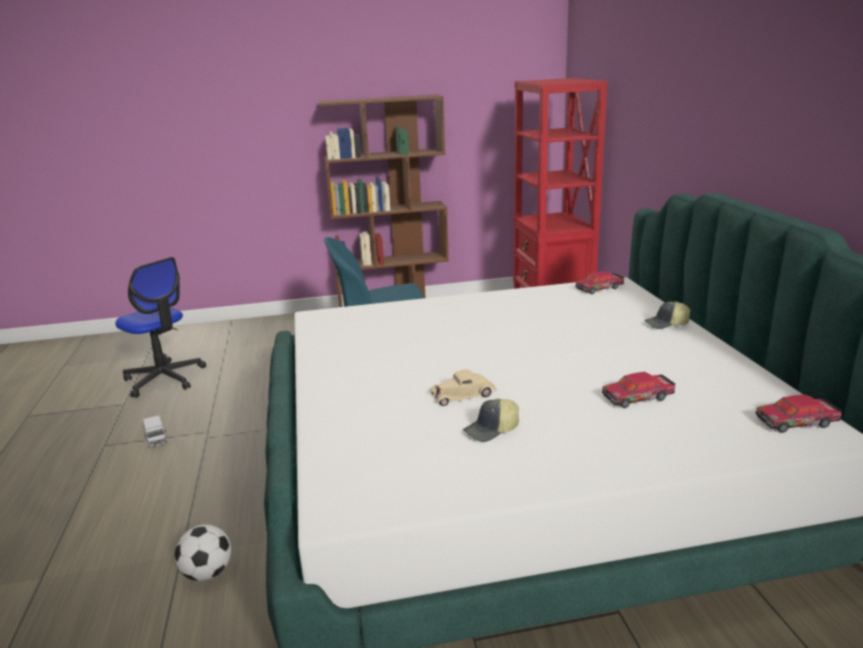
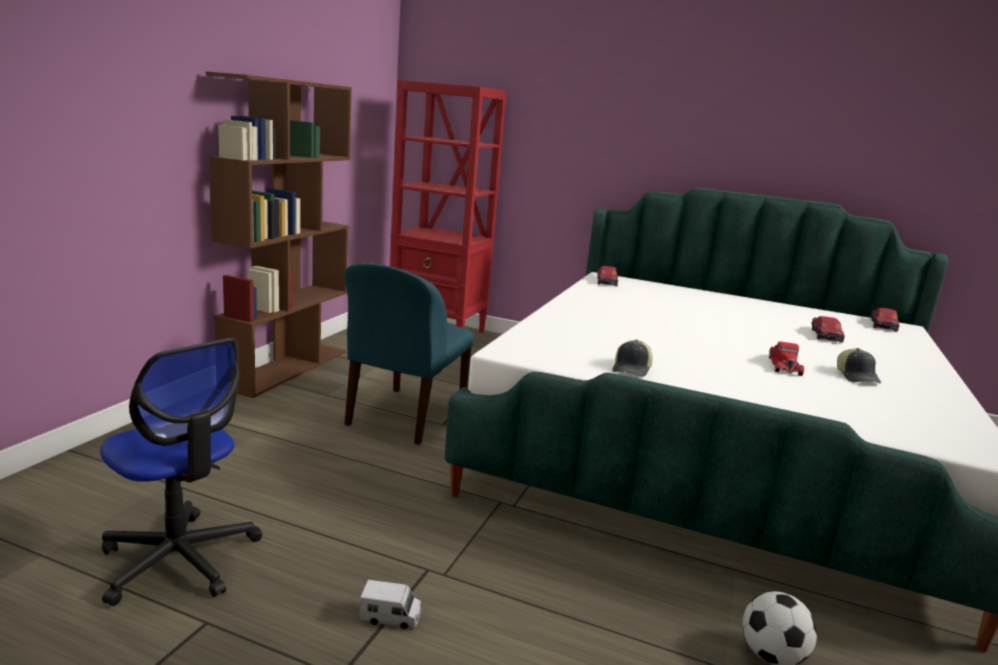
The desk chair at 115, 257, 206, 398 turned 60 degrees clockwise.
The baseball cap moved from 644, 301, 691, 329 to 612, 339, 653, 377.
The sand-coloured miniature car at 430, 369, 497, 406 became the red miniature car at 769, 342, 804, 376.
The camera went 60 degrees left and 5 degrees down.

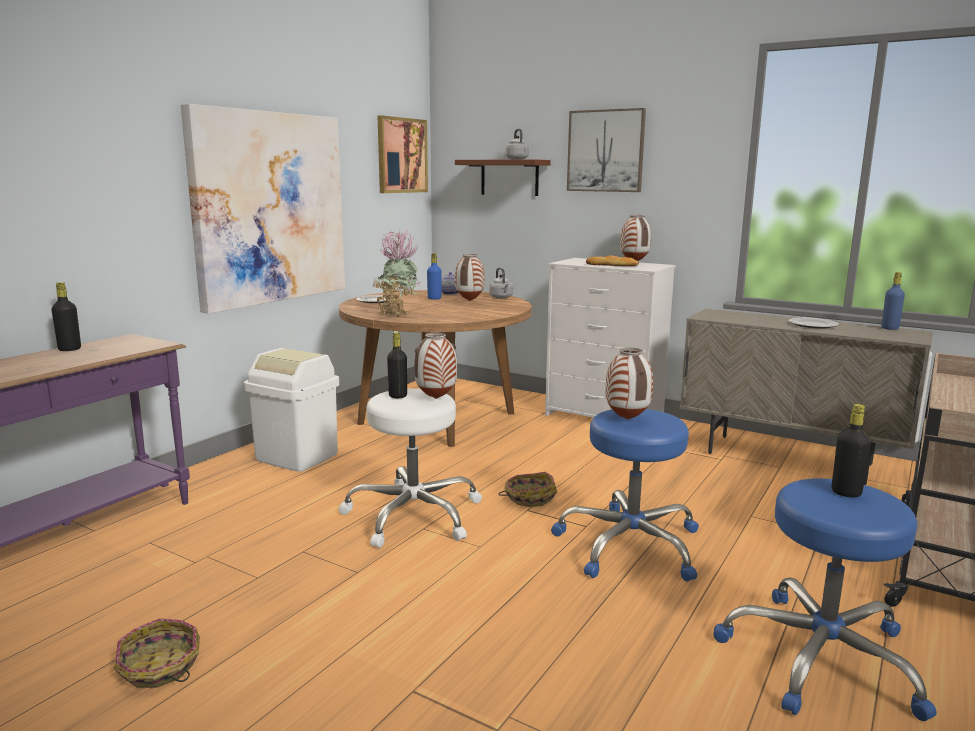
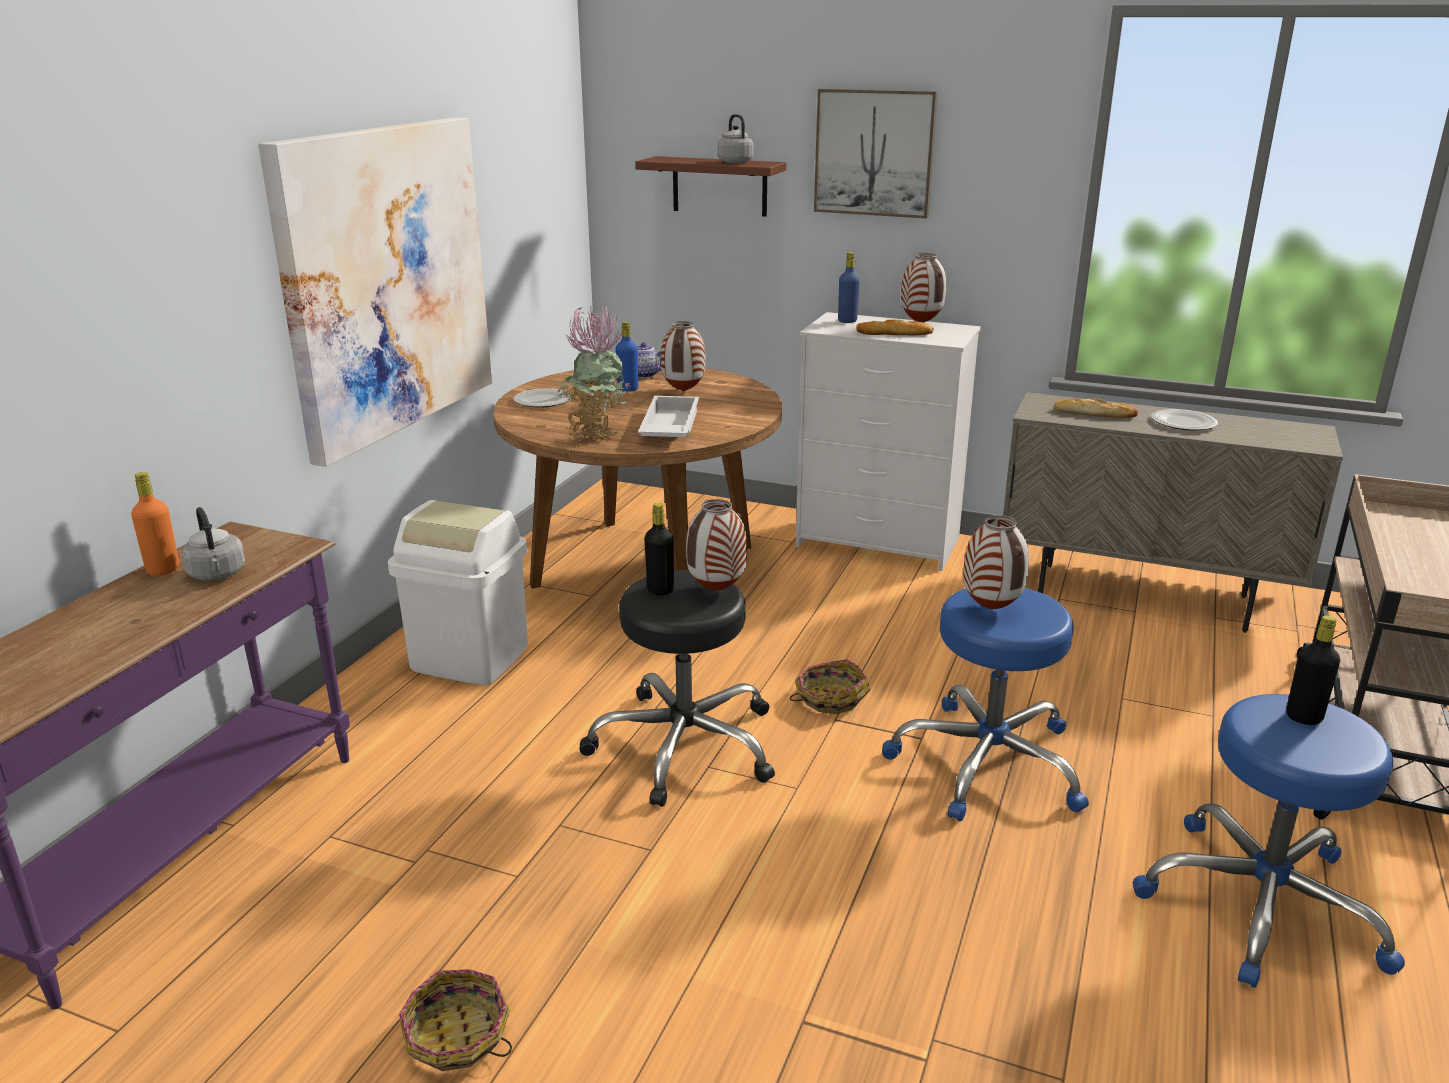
The black bottle at 51, 282, 81, 351 became the orange-coloured bottle at 131, 472, 179, 576.
The grey tea kettle moved from 489, 268, 513, 298 to 182, 507, 245, 581.
The white-coloured sitting stool at 338, 388, 482, 548 became the black sitting stool at 579, 570, 775, 807.
The white-coloured tray at 638, 396, 699, 437 appeared.
The bluish bottle moved from 881, 272, 905, 330 to 838, 252, 860, 323.
The baked bread at 1054, 398, 1138, 418 appeared.
The wall picture at 378, 115, 428, 193 disappeared.
The camera went 10 degrees left and 10 degrees up.

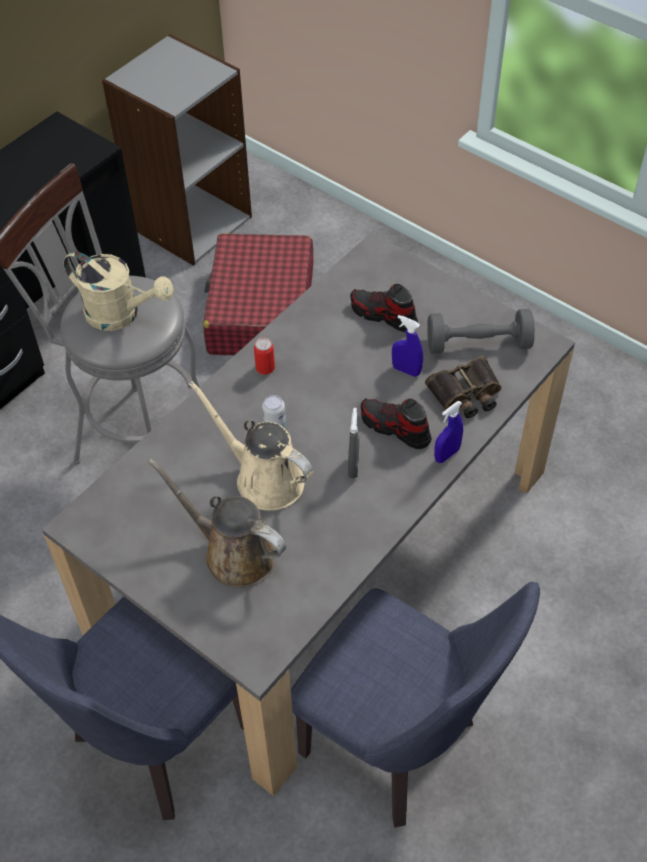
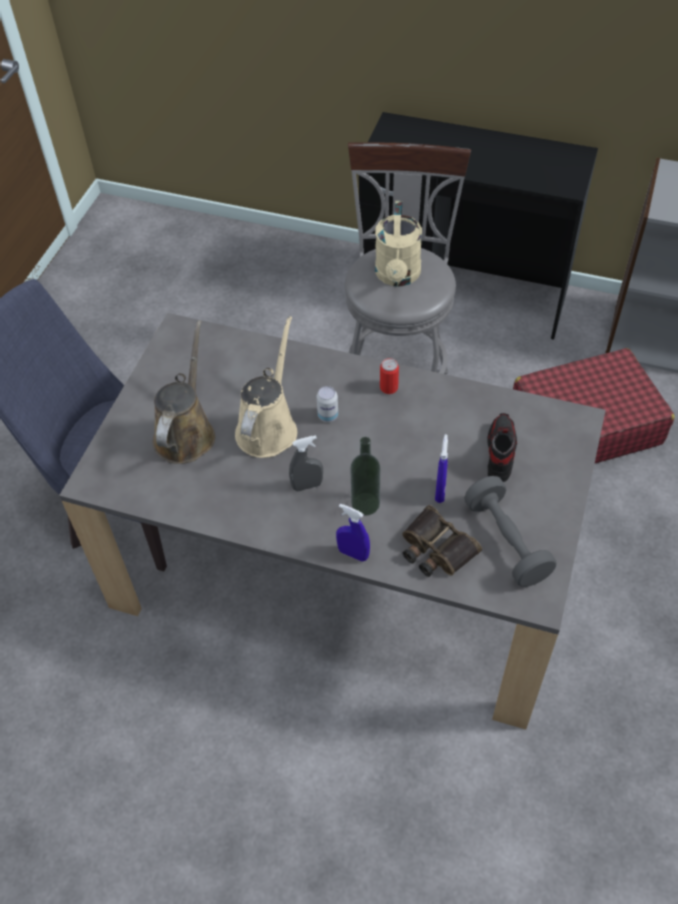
The shoe at 361, 398, 432, 449 was replaced by the bottle at 350, 437, 380, 516.
The bluish chair at 291, 582, 540, 828 disappeared.
The camera went 70 degrees right and 0 degrees up.

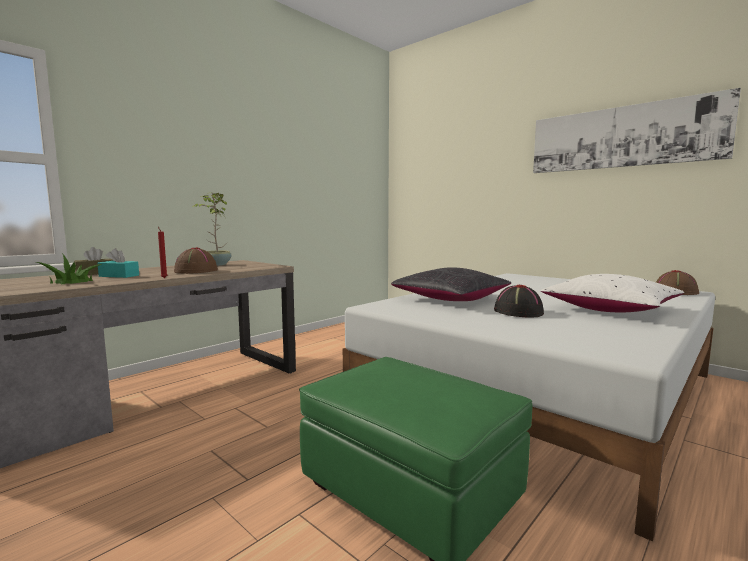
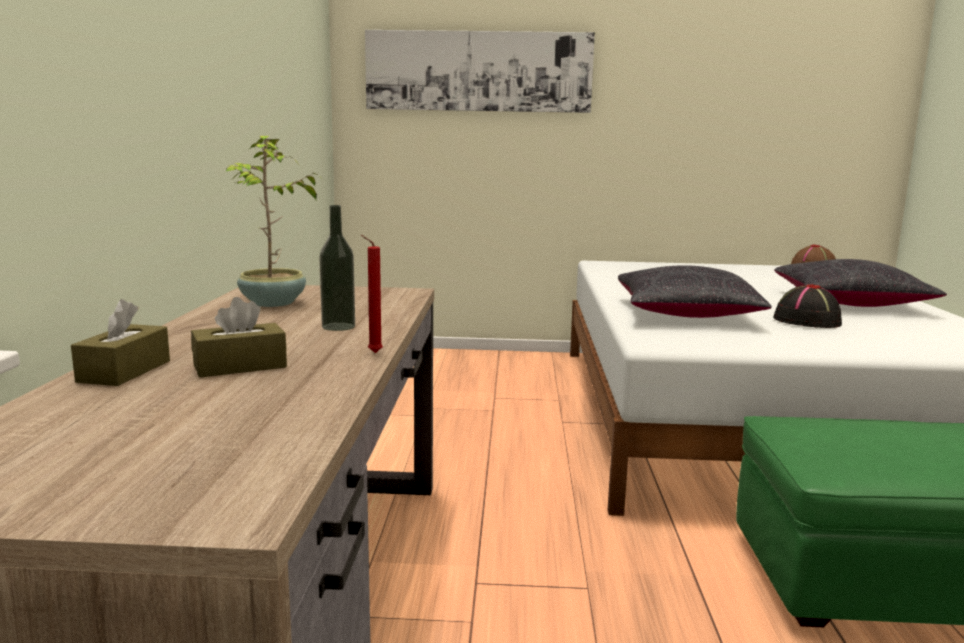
The blue-green tissue holder at 97, 248, 139, 278 became the brown tissue holder at 191, 297, 287, 378.
The brown wearable hat at 174, 247, 218, 274 was replaced by the bottle at 319, 205, 355, 331.
The wall picture moved from 533, 88, 741, 173 to 365, 30, 595, 113.
The white-coloured pillow at 541, 274, 684, 312 became the black pillow at 774, 259, 947, 307.
The houseplant at 36, 253, 102, 284 disappeared.
The camera went 40 degrees left and 5 degrees up.

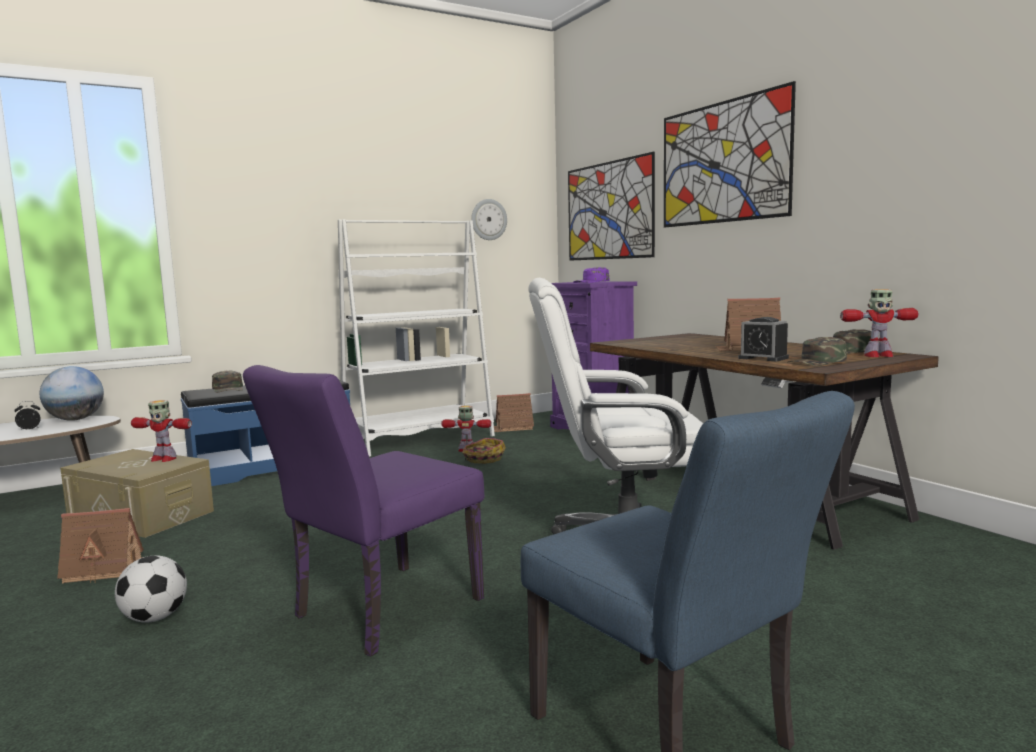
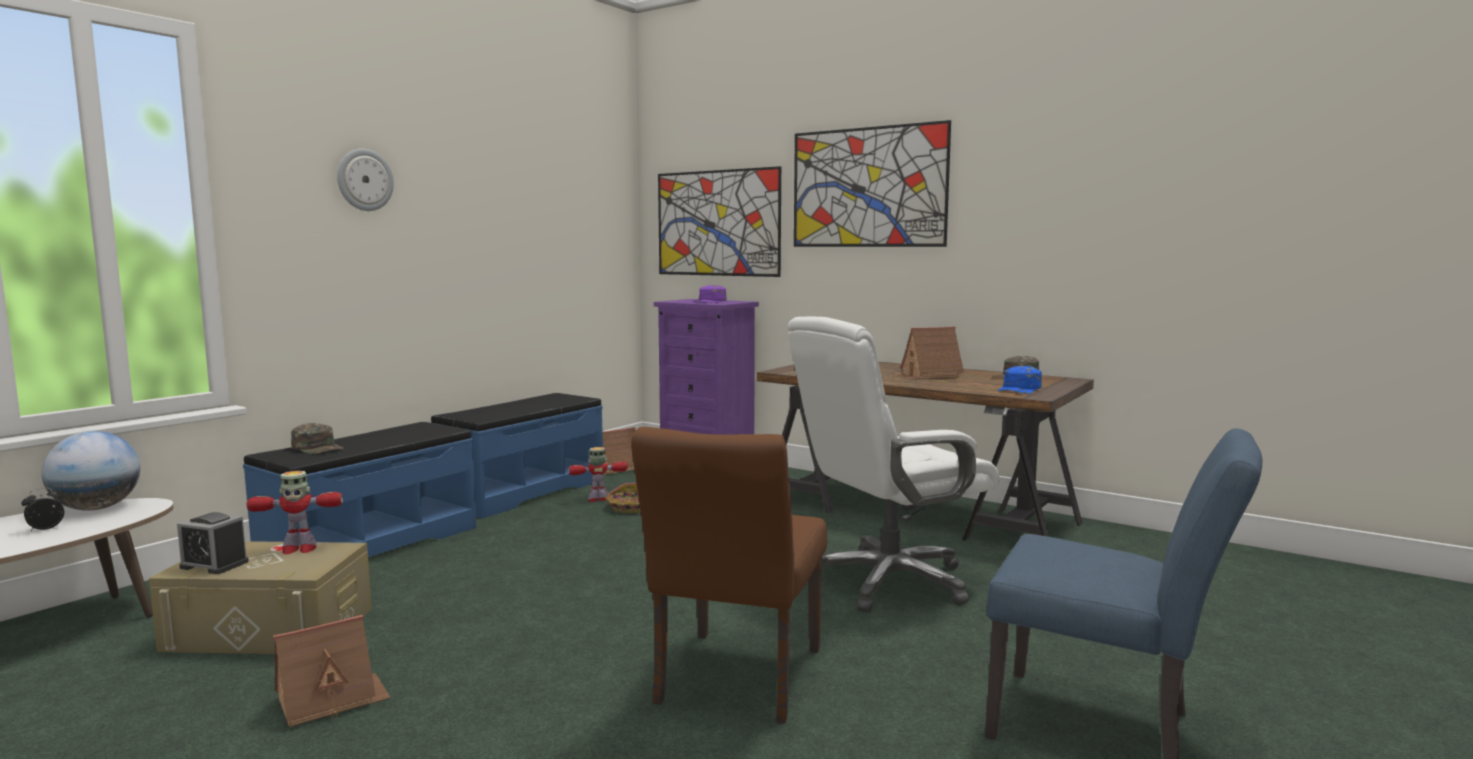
The bedside clock moved from 738, 317, 789, 361 to 177, 512, 249, 574.
The clock on the wall moved from 471, 199, 507, 240 to 337, 149, 394, 211.
The white-coloured bookcase at 338, 219, 495, 457 was replaced by the bluish indoor bench at 431, 393, 604, 519.
The purple chair at 243, 365, 484, 656 became the brown chair at 631, 427, 827, 724.
The greenish baseball cap at 788, 337, 847, 366 became the bluish baseball cap at 997, 366, 1042, 394.
The ball for football at 115, 555, 187, 623 disappeared.
The model robot at 840, 289, 918, 357 disappeared.
The camera went 25 degrees left and 0 degrees up.

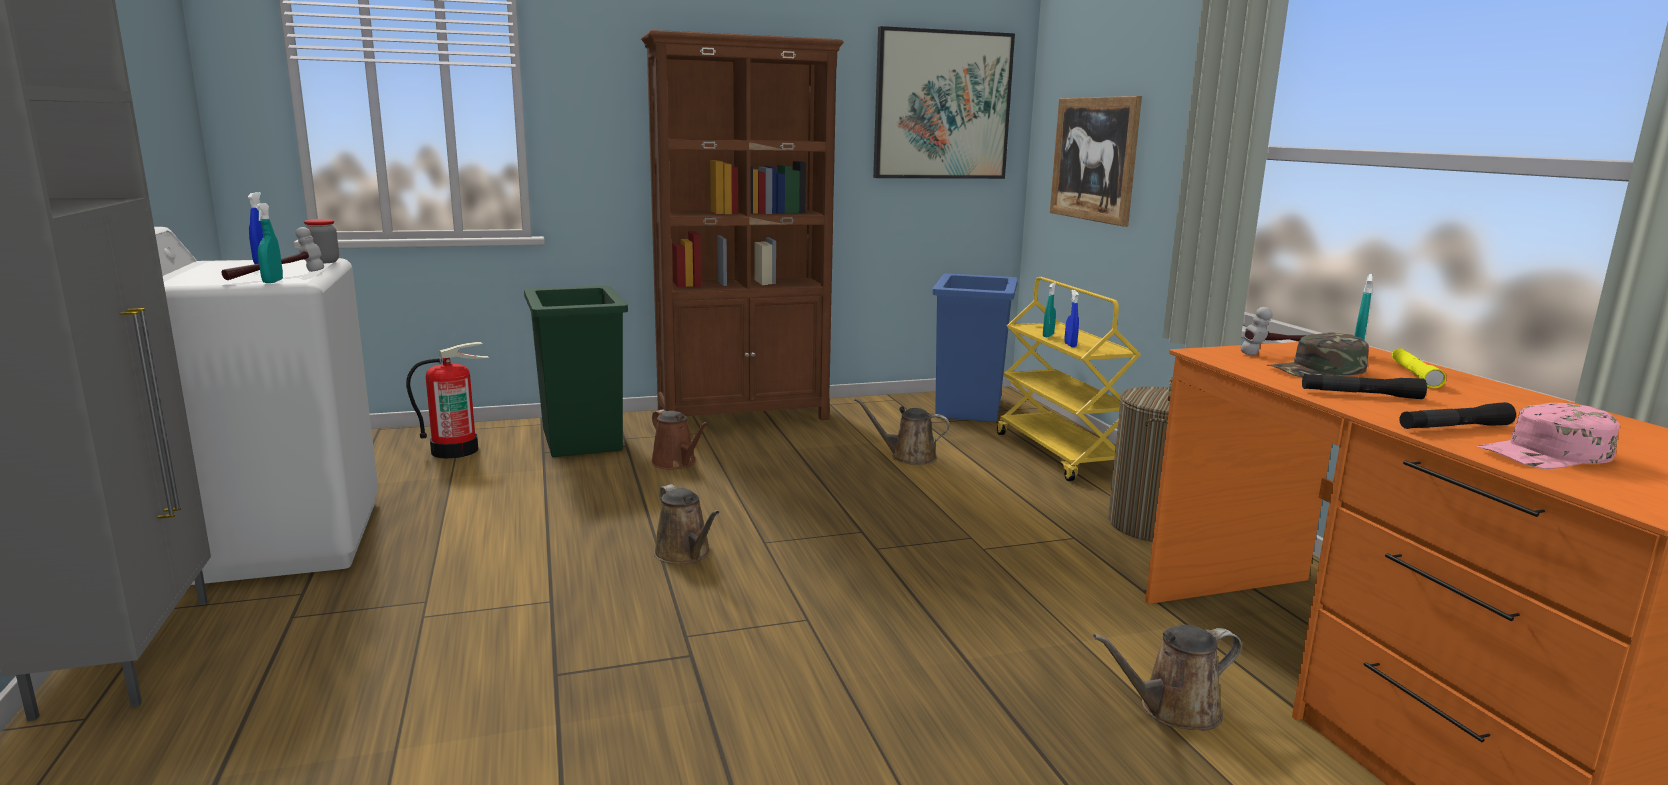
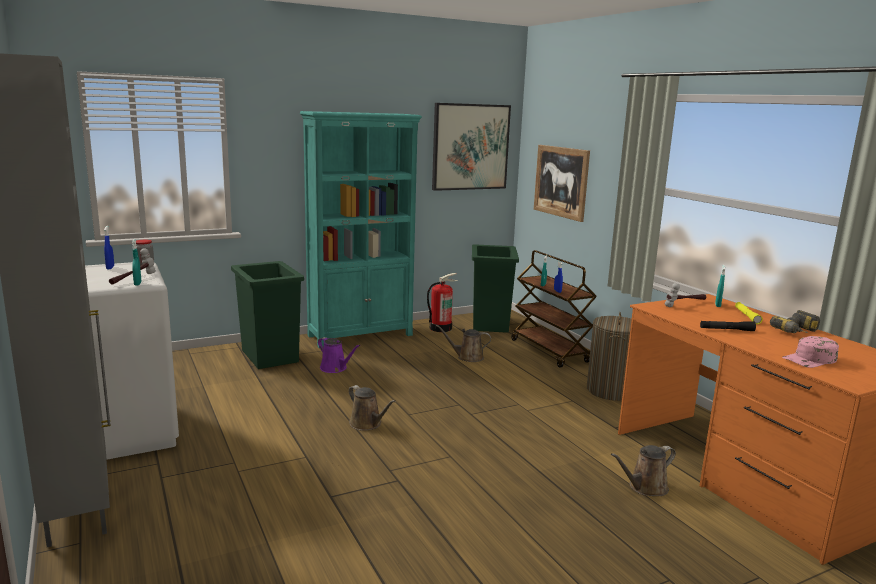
The brown bookcase at 641, 30, 844, 420 became the blue-green bookcase at 300, 111, 422, 348.
The brown watering can at 651, 409, 709, 469 became the purple watering can at 318, 337, 360, 373.
The extinguisher moved from 406, 342, 489, 459 to 427, 273, 459, 332.
The bluish waste bin at 932, 273, 1018, 422 became the greenish waste bin at 472, 244, 519, 333.
The yellowish trolley at 997, 277, 1141, 481 became the brown trolley at 511, 250, 597, 368.
The electric drill at 770, 310, 820, 333 appeared.
The greenish baseball cap at 1267, 332, 1369, 378 disappeared.
The black hand torch at 1399, 402, 1516, 429 disappeared.
The camera went 10 degrees left and 0 degrees up.

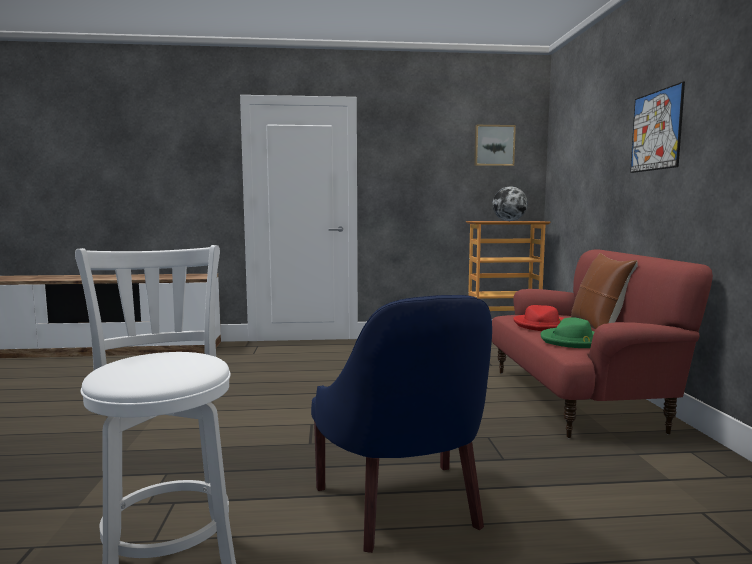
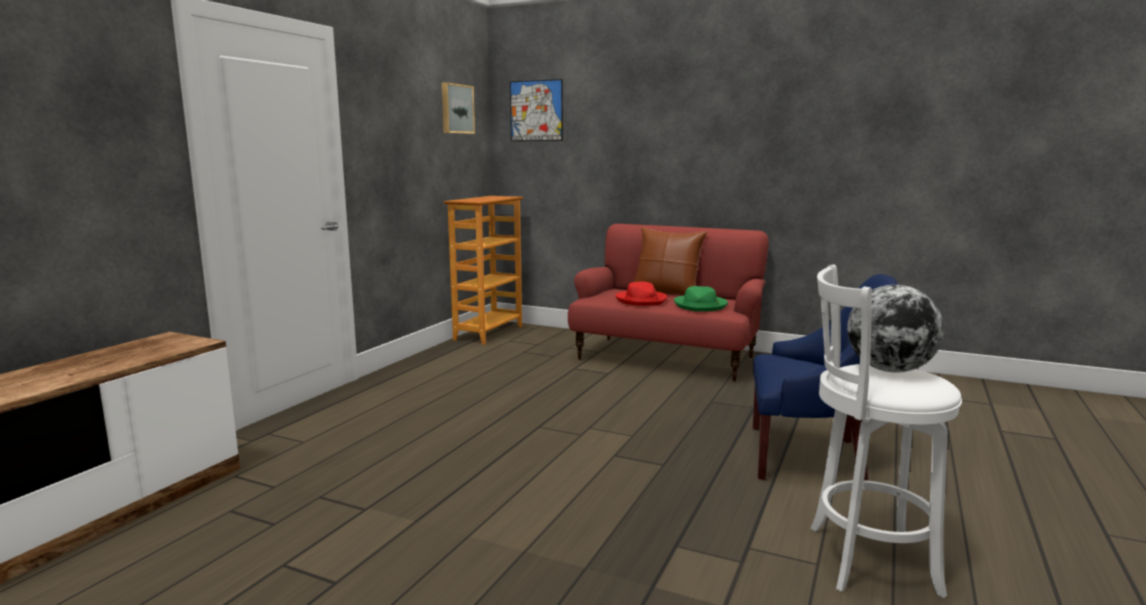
The wall picture moved from 630, 82, 685, 173 to 510, 79, 563, 141.
The world globe moved from 492, 186, 528, 221 to 847, 285, 944, 373.
The camera went 60 degrees left and 5 degrees up.

